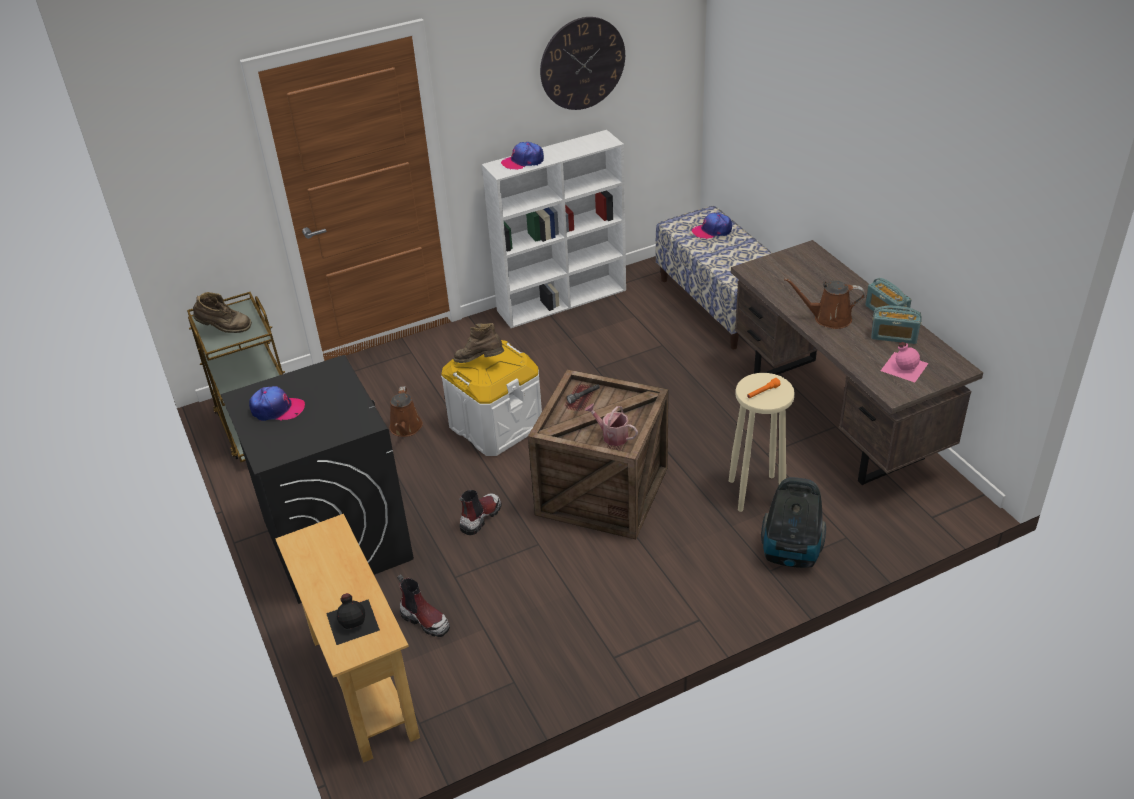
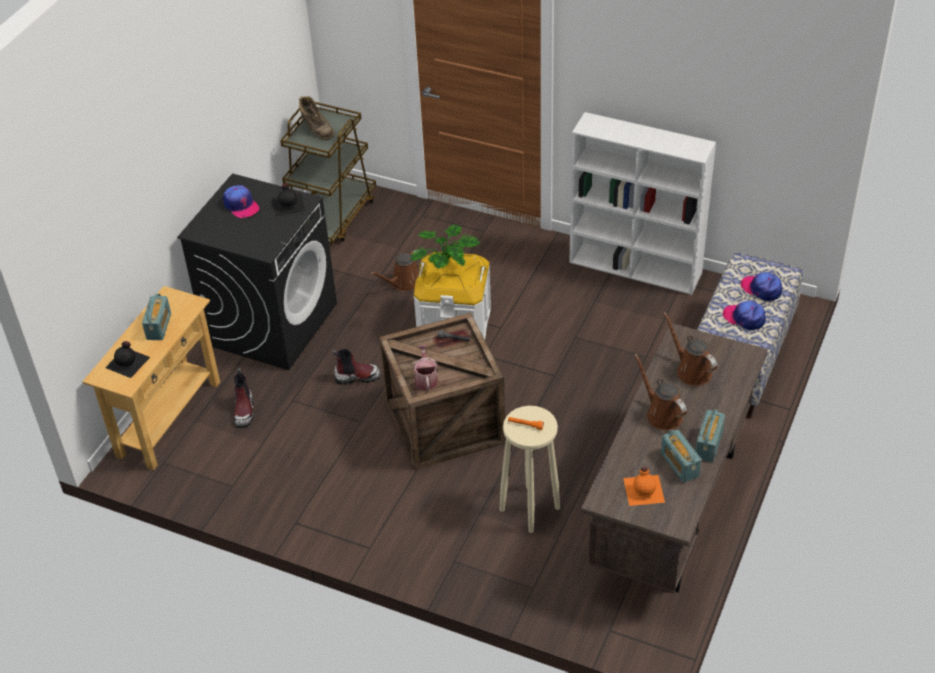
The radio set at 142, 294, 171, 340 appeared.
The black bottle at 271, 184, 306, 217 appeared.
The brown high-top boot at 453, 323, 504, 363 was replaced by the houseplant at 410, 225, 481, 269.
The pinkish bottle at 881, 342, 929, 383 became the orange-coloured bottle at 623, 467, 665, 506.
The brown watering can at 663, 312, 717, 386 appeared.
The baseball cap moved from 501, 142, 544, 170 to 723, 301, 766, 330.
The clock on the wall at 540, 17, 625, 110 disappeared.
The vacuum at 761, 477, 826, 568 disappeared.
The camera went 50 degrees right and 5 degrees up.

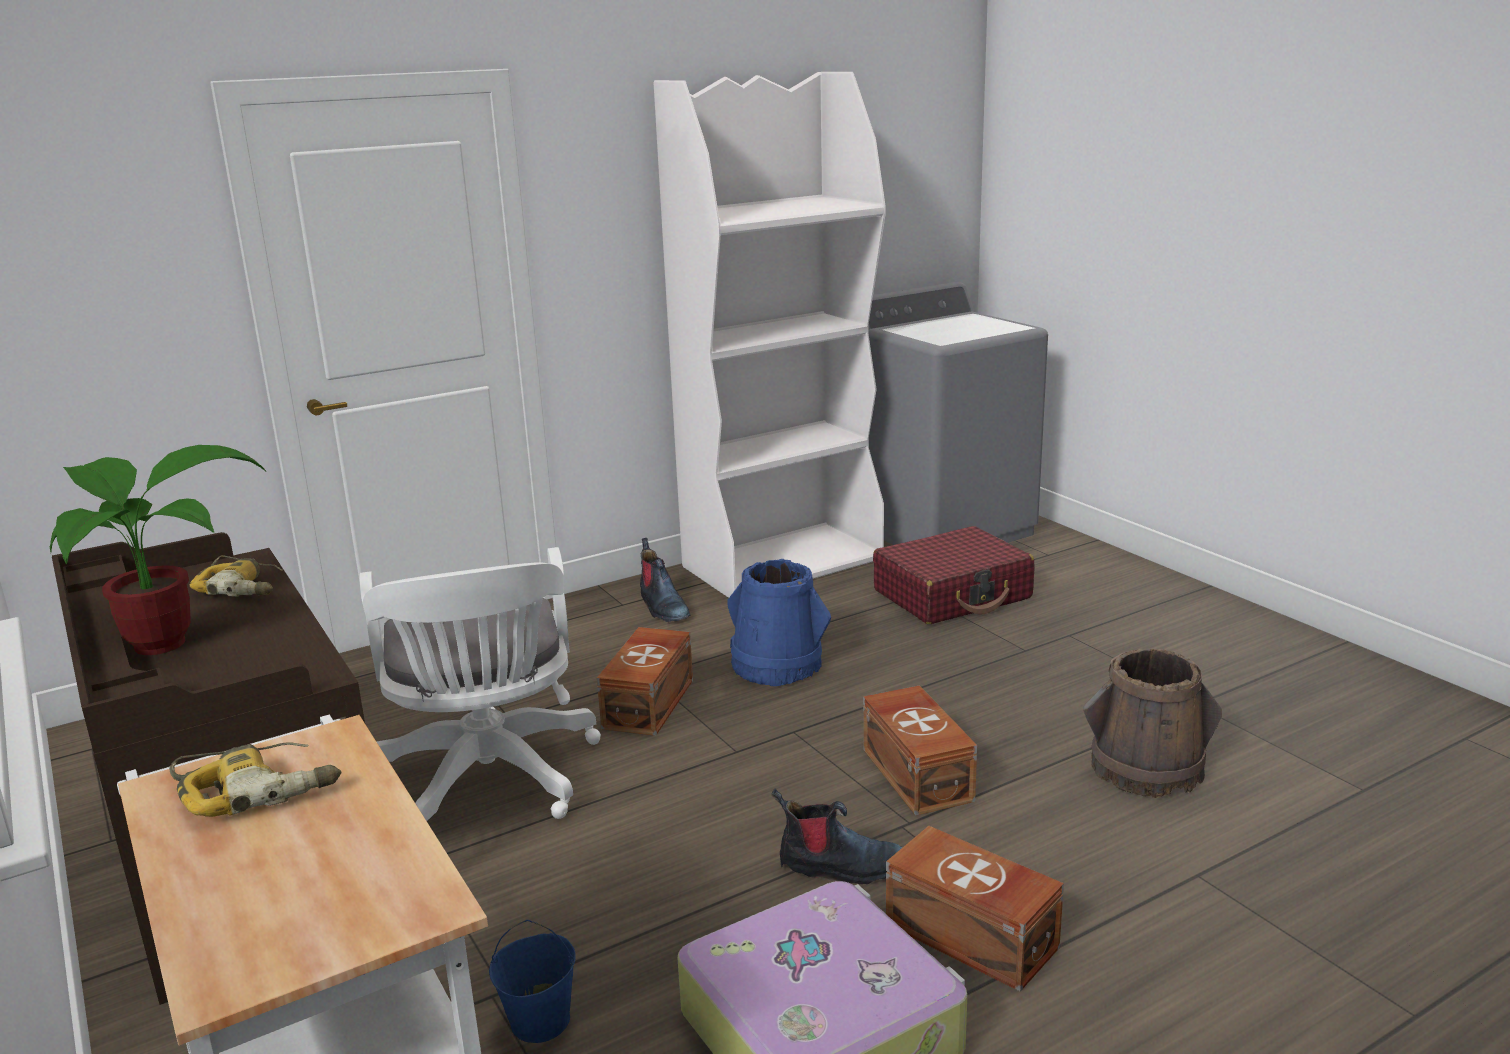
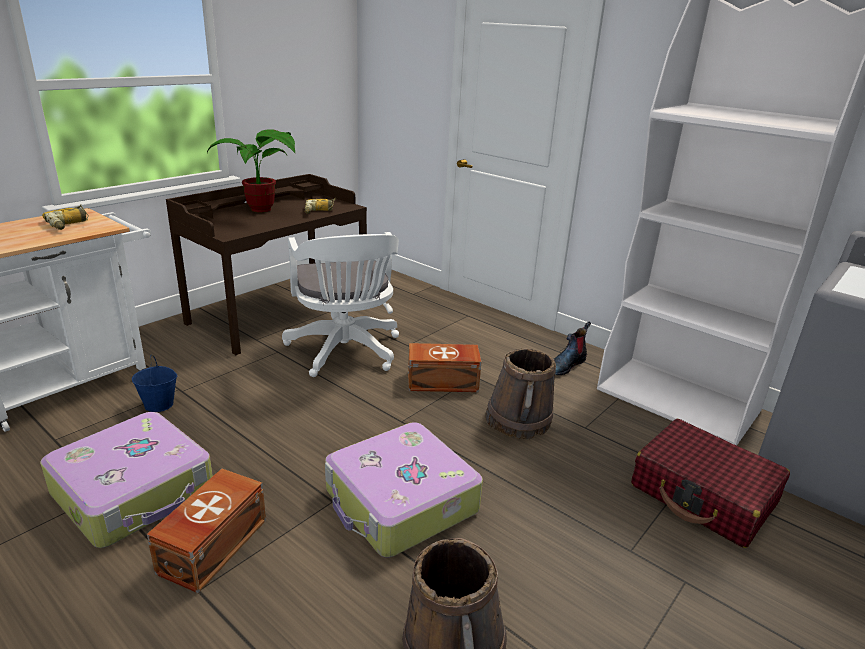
The white-coloured desk chair at 360, 547, 601, 821 turned 75 degrees counterclockwise.
The brown storage box at 863, 685, 977, 816 was replaced by the travel case at 325, 423, 483, 557.
The bluish water bucket at 727, 559, 831, 686 became the brown water bucket at 485, 348, 556, 440.
The high-top boot at 771, 789, 902, 884 disappeared.
The camera went 70 degrees right and 5 degrees up.

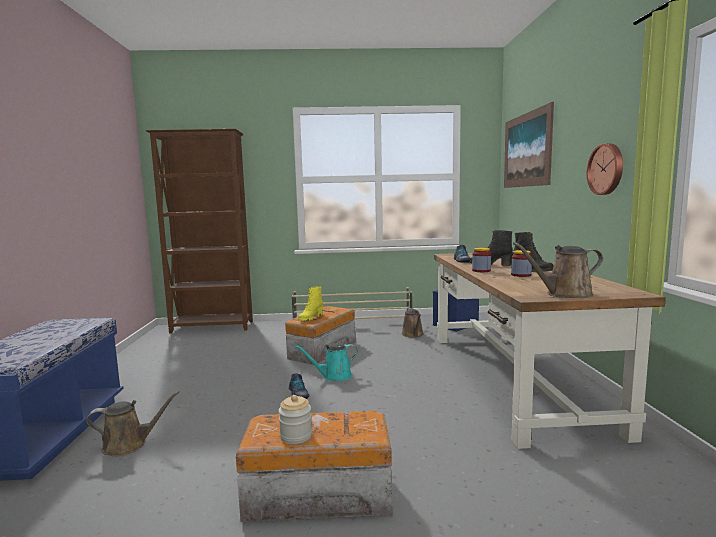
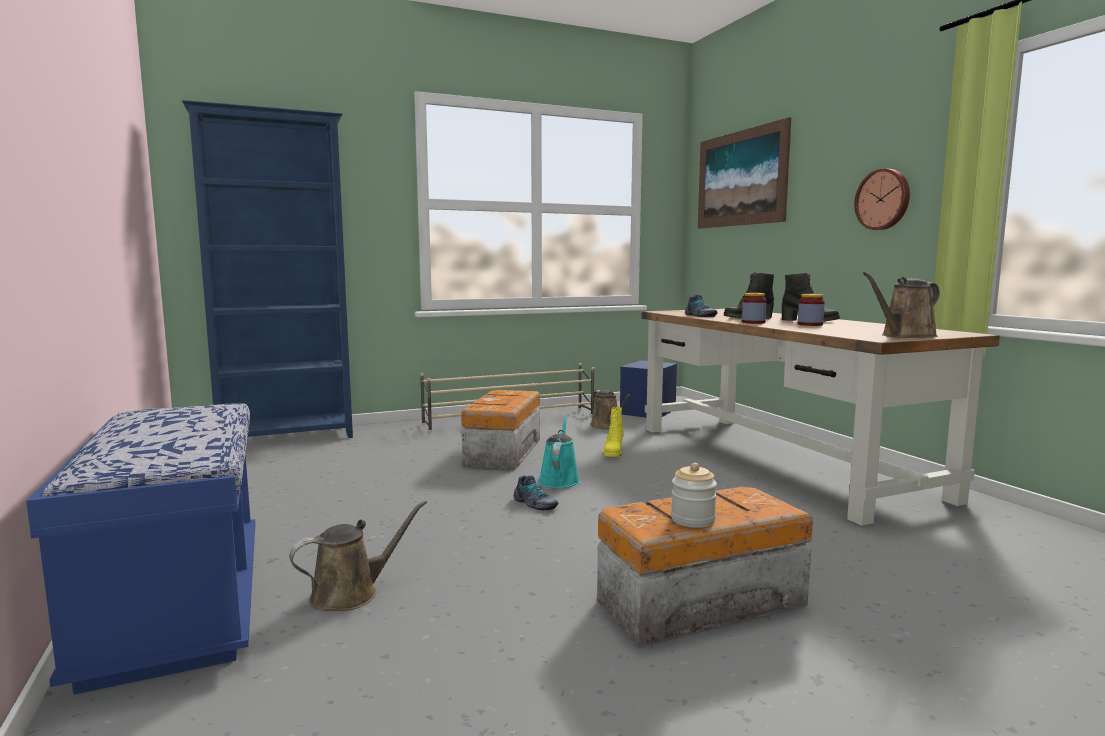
The brown bookcase at 146, 129, 253, 334 became the bluish bookcase at 182, 100, 353, 438.
The blue-green watering can at 295, 343, 358, 381 turned 135 degrees clockwise.
The yellowish high-top boot moved from 298, 287, 323, 321 to 603, 407, 624, 457.
The camera went 20 degrees left and 0 degrees up.

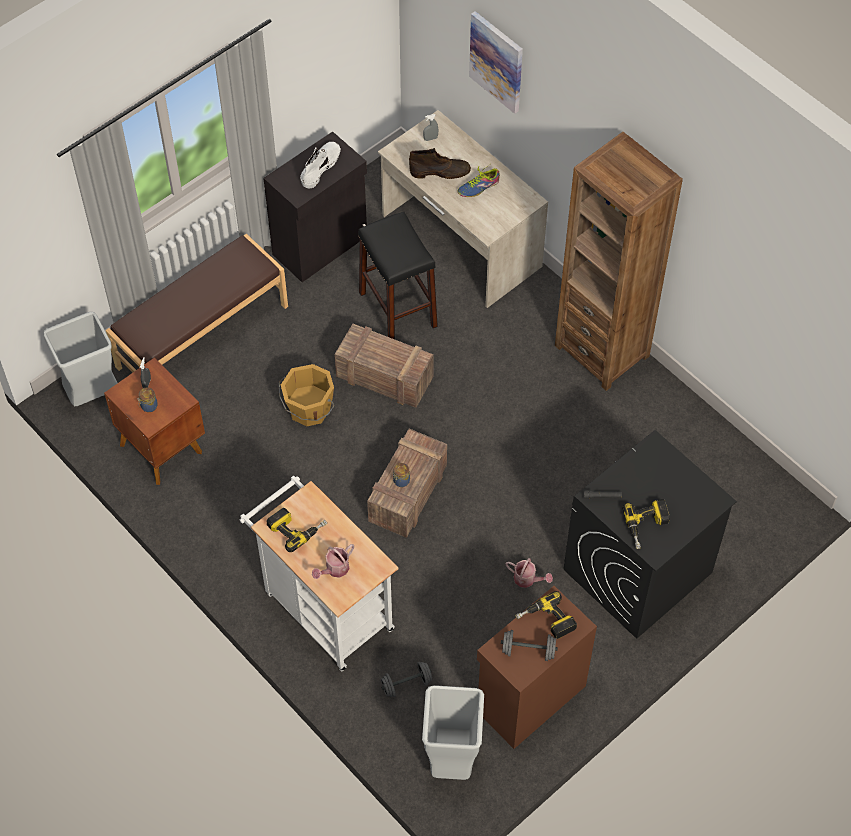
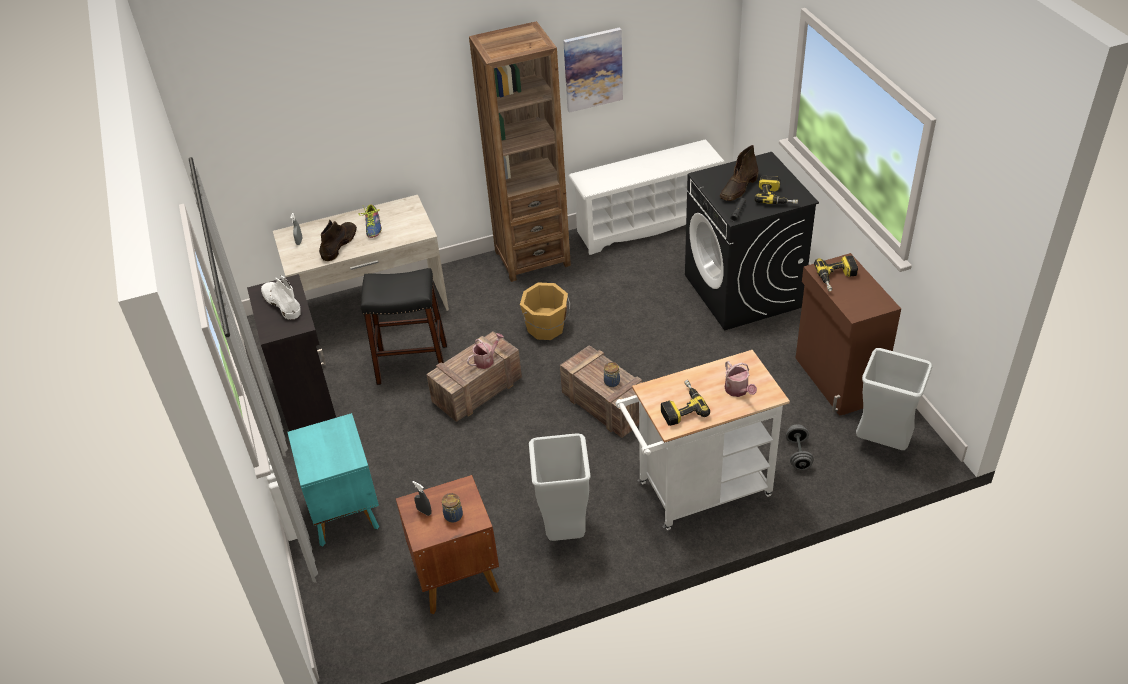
The brown indoor bench at 106, 234, 288, 373 was replaced by the blue-green nightstand at 287, 413, 379, 546.
The watering can moved from 506, 558, 553, 588 to 467, 333, 504, 369.
The orange-coloured water bucket moved from 279, 364, 334, 426 to 520, 283, 570, 340.
The grey waste bin moved from 43, 312, 118, 406 to 529, 433, 591, 541.
The wall picture moved from 469, 11, 523, 114 to 563, 27, 623, 113.
The white-coloured shoe stand at 568, 140, 726, 255 appeared.
The brown high-top boot at 720, 145, 759, 201 appeared.
The grey hand weight at 501, 630, 558, 661 disappeared.
The camera went 65 degrees left and 15 degrees down.

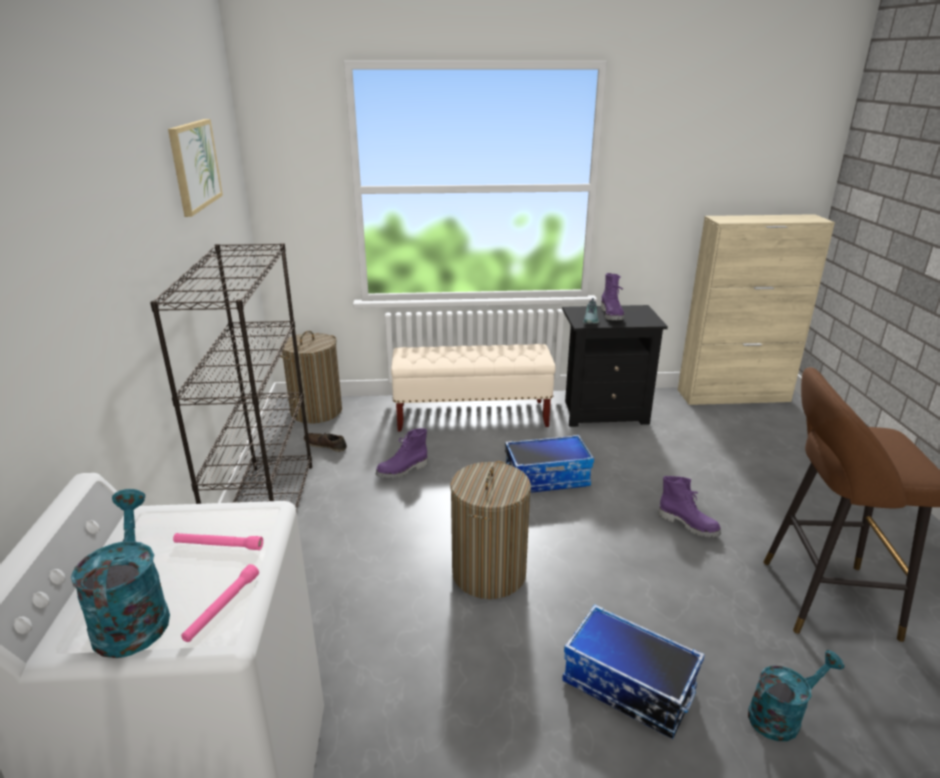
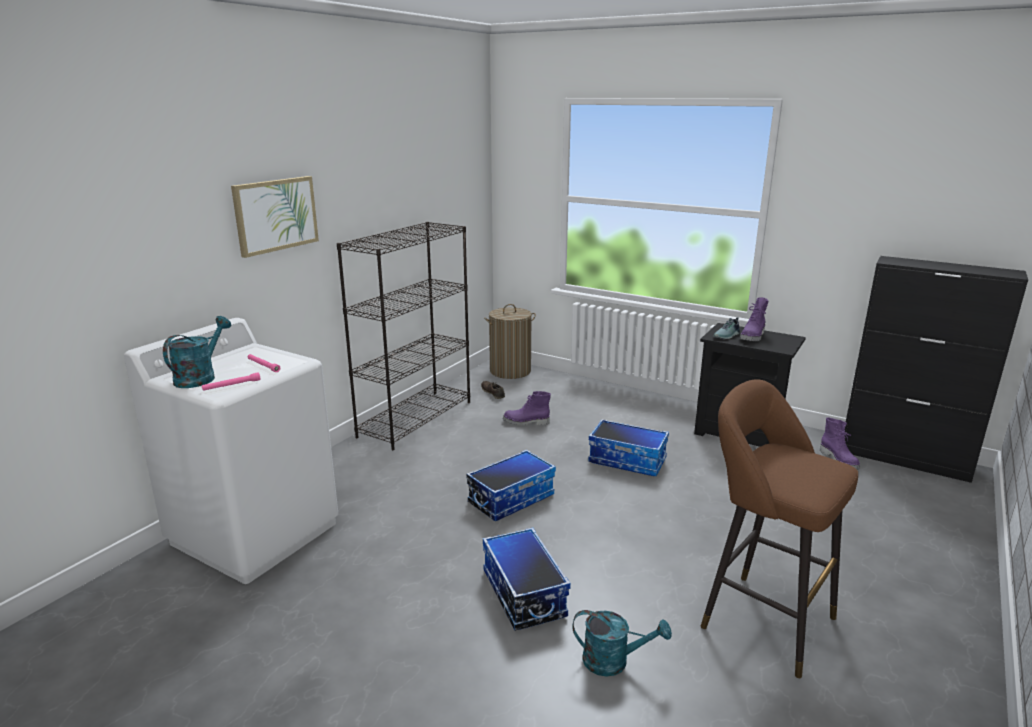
The wall picture moved from 168, 119, 223, 217 to 231, 176, 319, 258.
The laundry basket at 450, 461, 531, 599 was replaced by the storage box at 466, 450, 556, 521.
The purple high-top boot moved from 658, 476, 721, 538 to 820, 417, 860, 470.
The sand-coloured cabinet at 678, 214, 835, 405 became the black cabinet at 844, 256, 1028, 483.
The sand-coloured indoor bench at 391, 344, 556, 432 disappeared.
The camera went 35 degrees right and 5 degrees down.

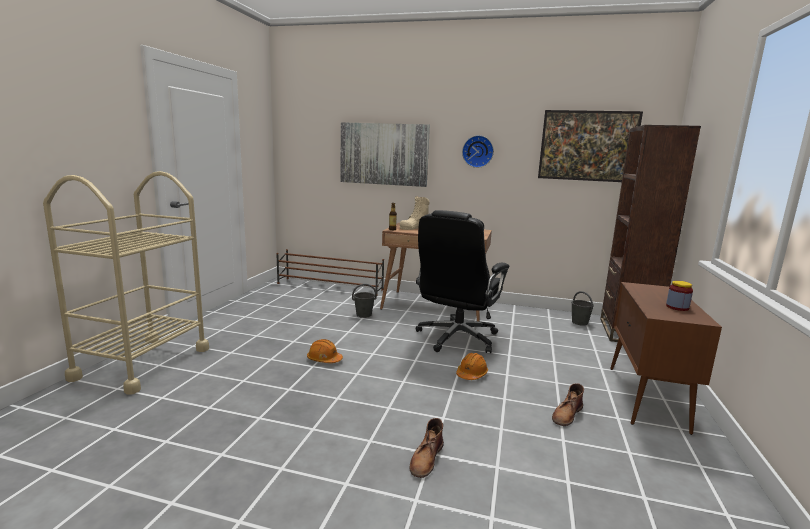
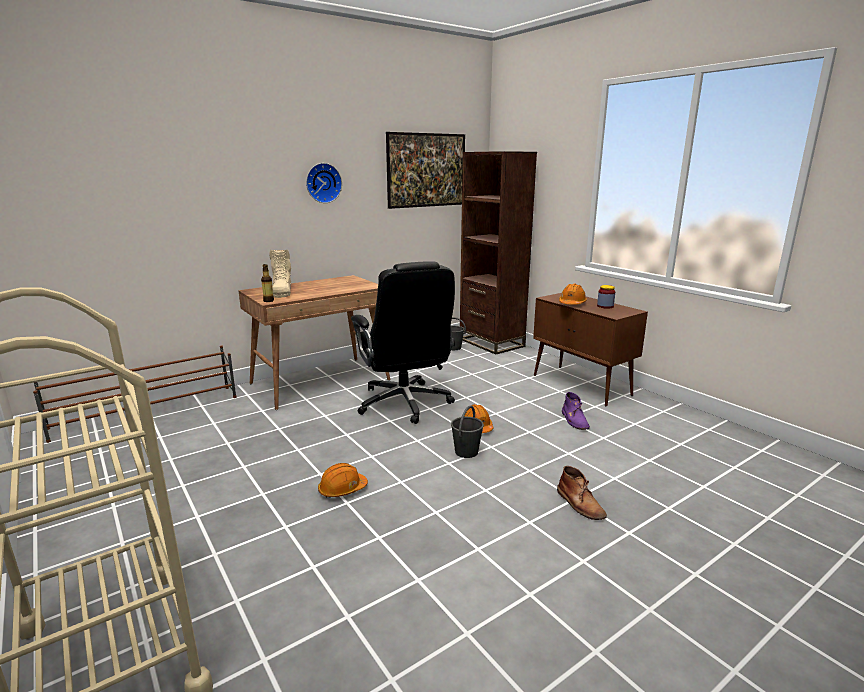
The grey water bucket moved from 352, 284, 377, 318 to 451, 405, 484, 458.
The orange-coloured hard hat at 559, 283, 587, 305 appeared.
The brown high-top boot at 552, 383, 584, 426 became the purple high-top boot at 562, 392, 590, 430.
The wall picture at 341, 122, 430, 187 disappeared.
The camera went 50 degrees left and 5 degrees up.

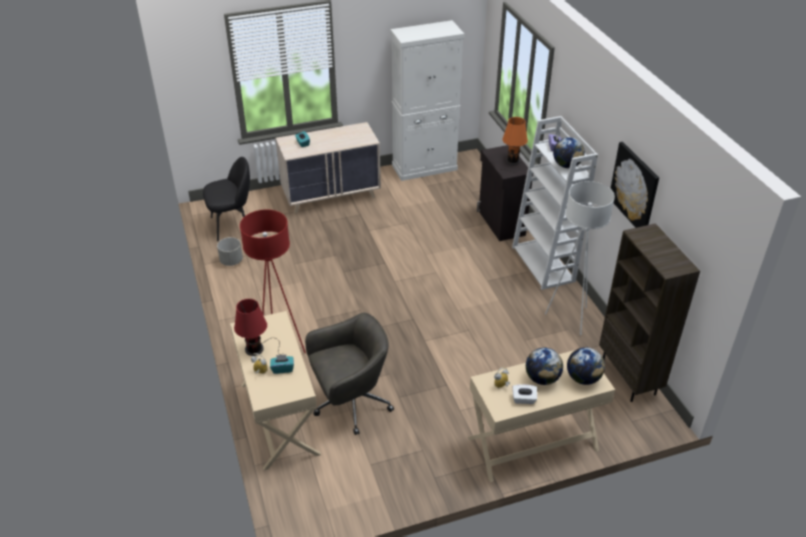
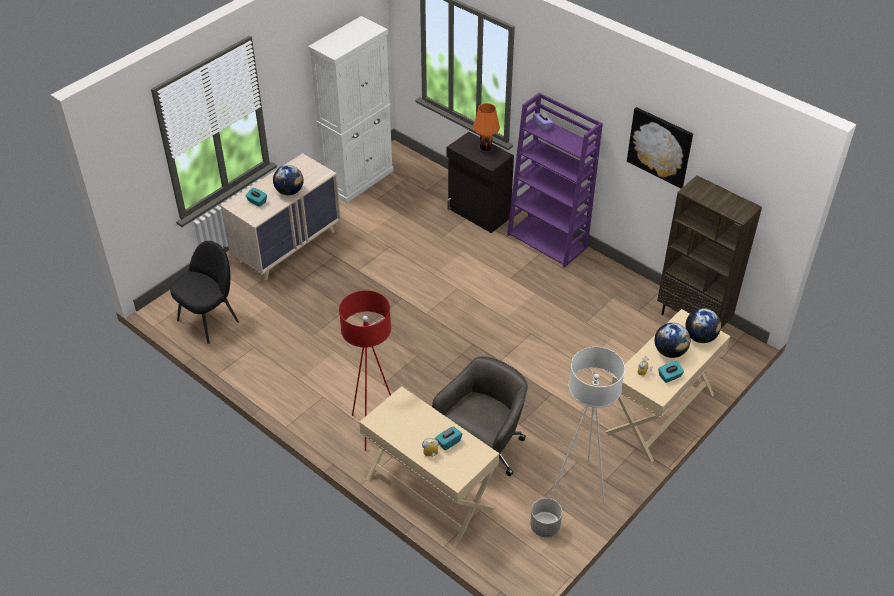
The world globe moved from 553, 137, 585, 168 to 273, 165, 304, 195.
The white-coloured bookcase at 512, 116, 598, 290 became the purple bookcase at 507, 93, 603, 268.
The grey plant pot moved from 217, 237, 243, 266 to 530, 498, 562, 537.
The white-coloured standing lamp moved from 545, 181, 615, 336 to 552, 347, 625, 503.
The white-coloured tissue holder at 513, 385, 537, 404 became the blue-green tissue holder at 658, 361, 684, 383.
The red table lamp at 234, 299, 281, 356 disappeared.
The camera went 30 degrees left and 5 degrees up.

